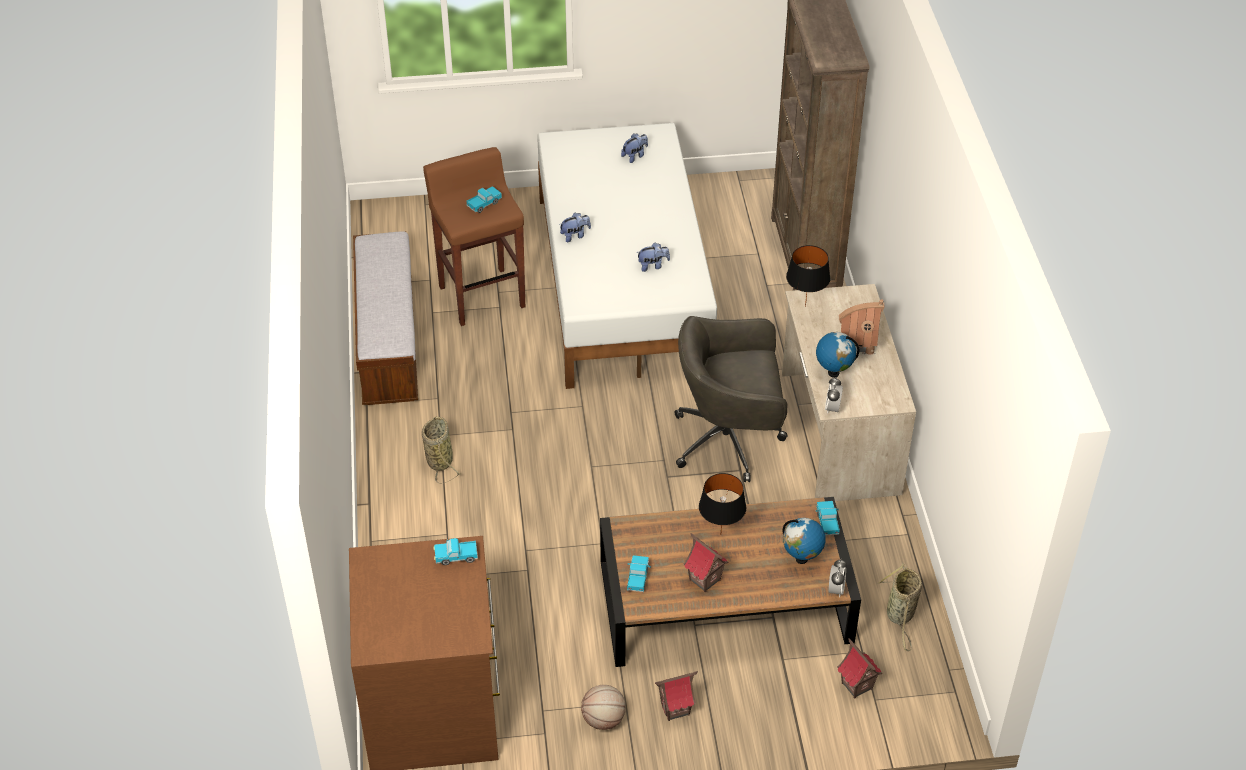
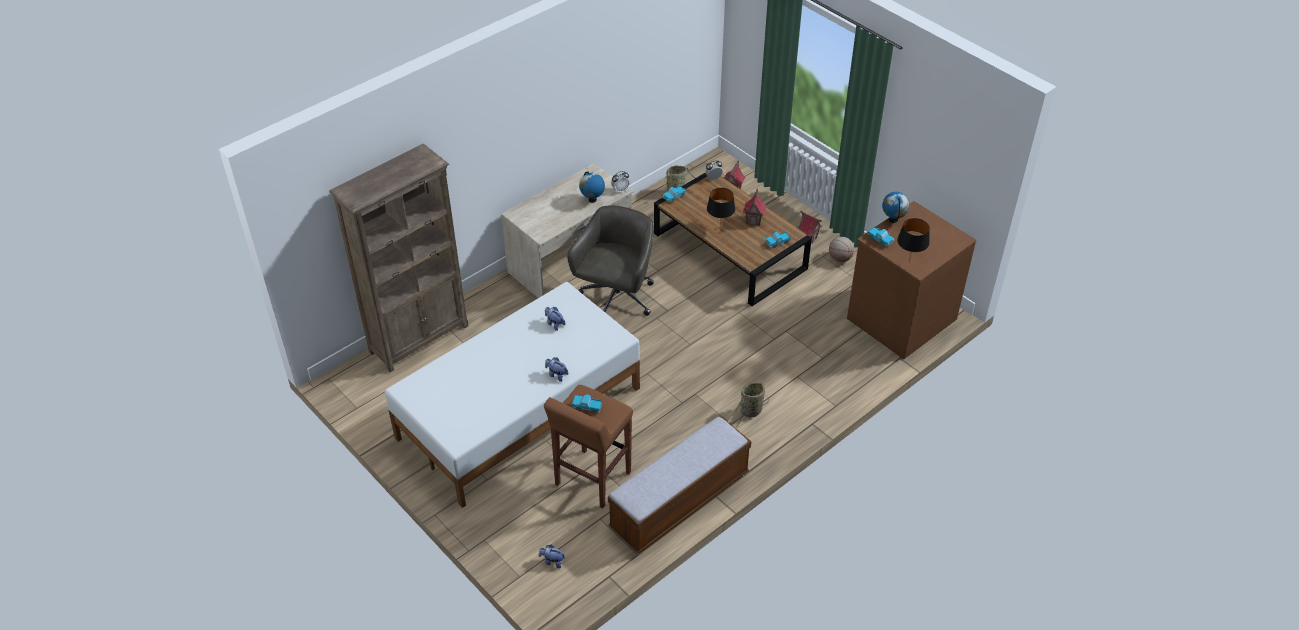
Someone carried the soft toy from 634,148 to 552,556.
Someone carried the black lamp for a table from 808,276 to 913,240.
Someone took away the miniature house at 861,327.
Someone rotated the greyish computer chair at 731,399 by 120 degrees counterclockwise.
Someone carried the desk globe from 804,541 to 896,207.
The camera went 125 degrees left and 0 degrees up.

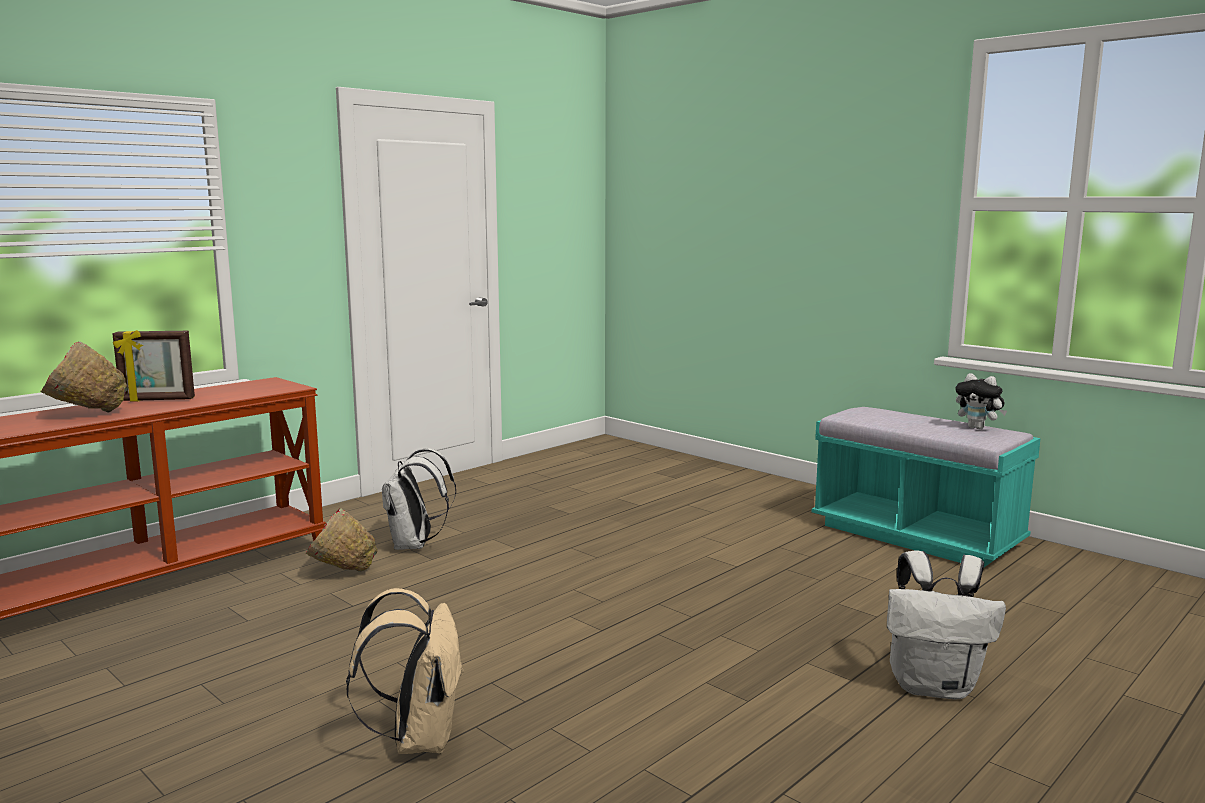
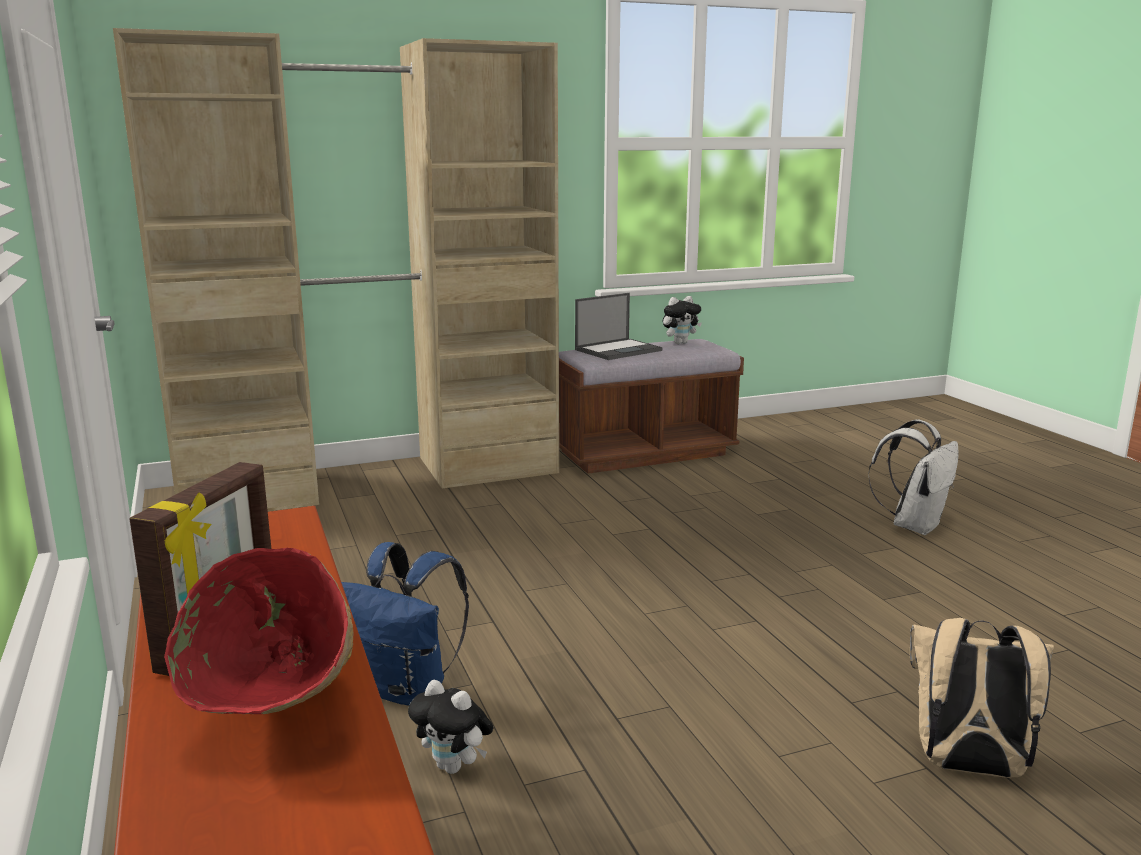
Someone repainted the turquoise-coloured bench at 926,487, which became the brown-coloured bench at 651,406.
Someone repainted the white backpack at 419,499, which became the blue backpack at 405,624.
Someone swapped the red deep dish at 342,540 for the soft toy at 450,727.
Someone put down the sand-coloured wardrobe at 336,269.
Someone put down the laptop at 618,326.
The camera went 65 degrees left and 5 degrees up.

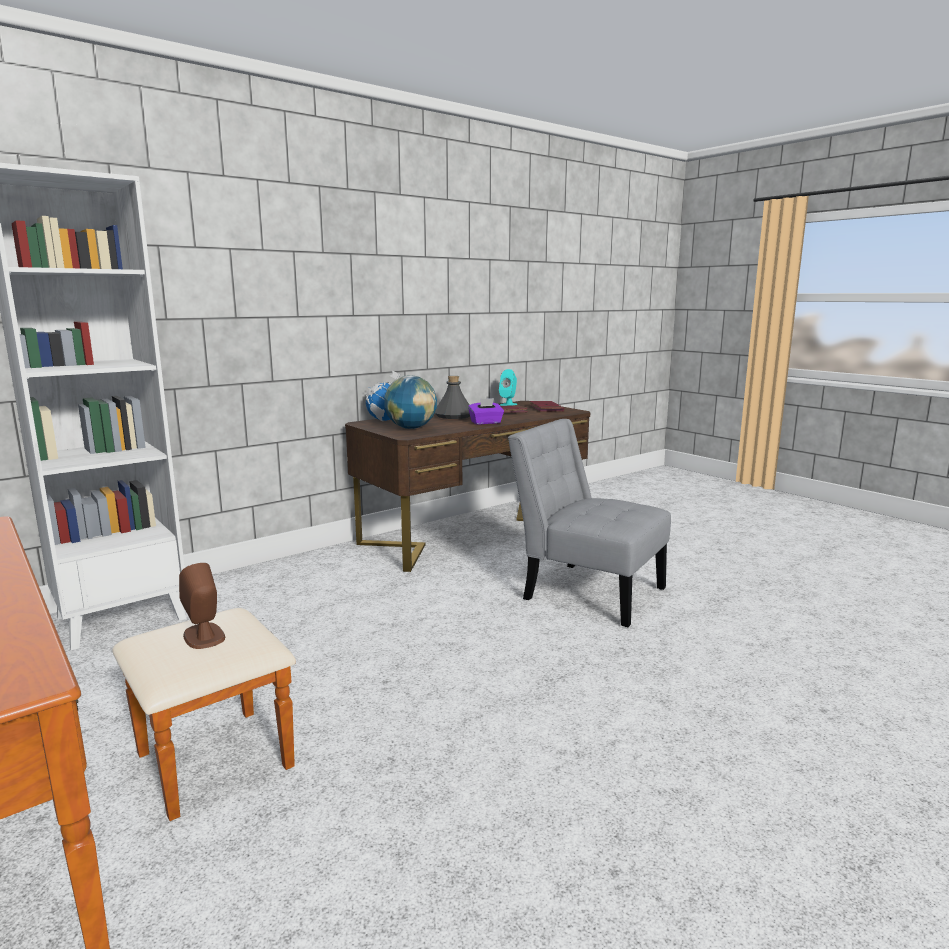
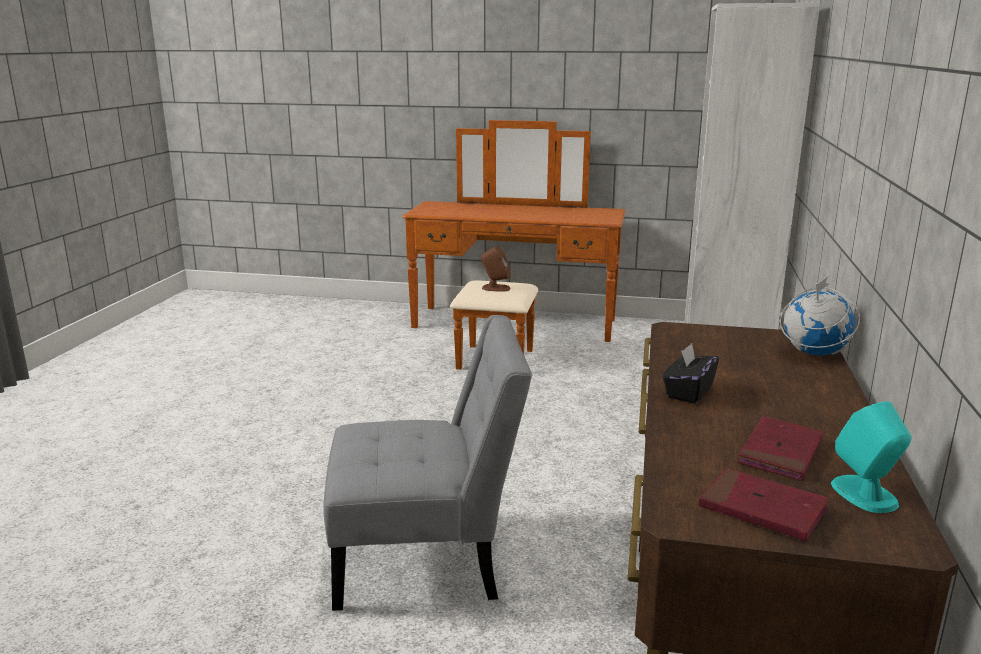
Someone took away the desk globe at 410,402.
Someone took away the greyish bottle at 452,397.
Someone repainted the purplish box of tissues at 486,411, which became the black box of tissues at 691,373.
The camera went 140 degrees right and 5 degrees up.

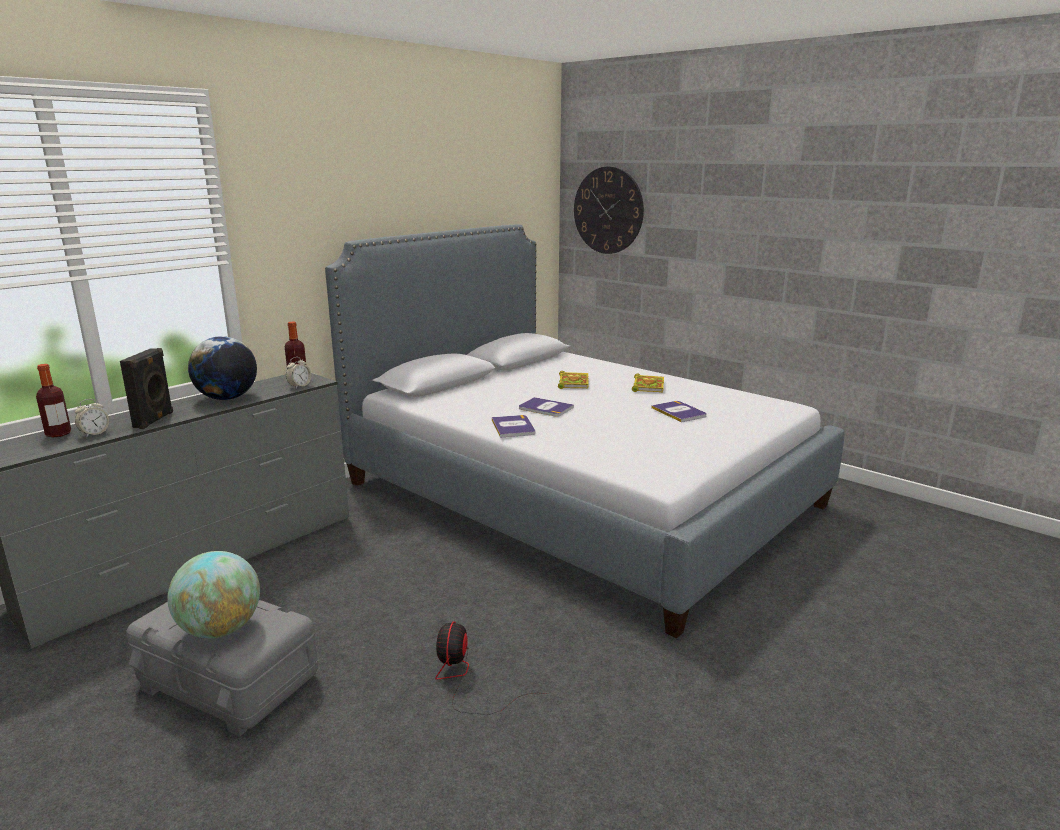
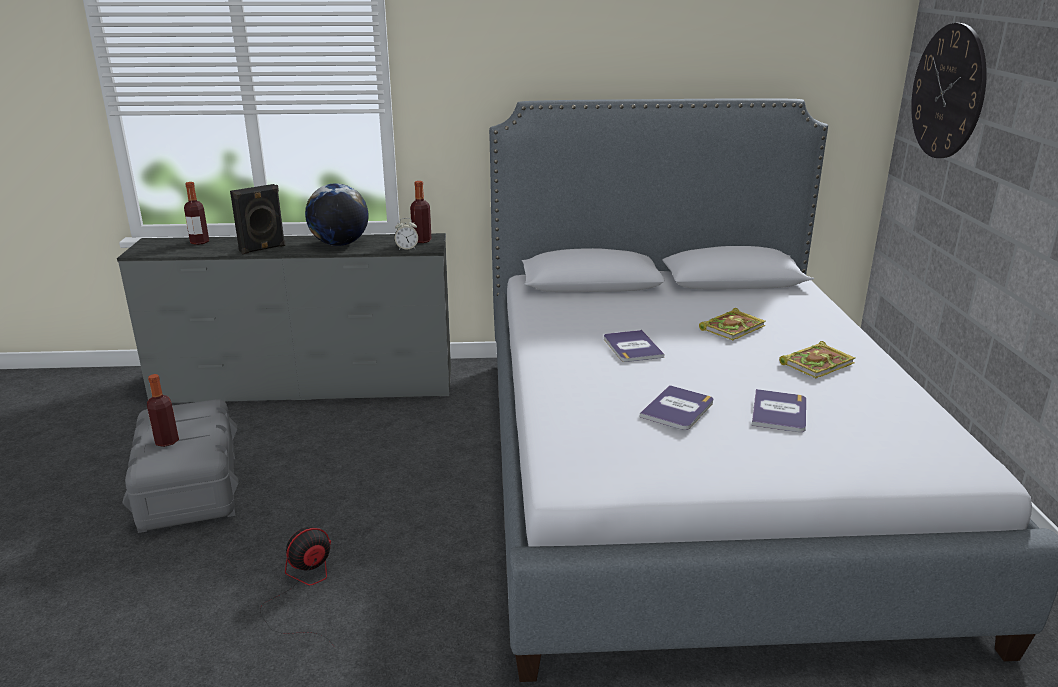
Someone took away the alarm clock at 92,418.
Someone carried the bound book from 513,426 to 676,407.
Someone swapped the desk globe at 214,594 for the bottle at 163,410.
The camera went 45 degrees right and 5 degrees up.

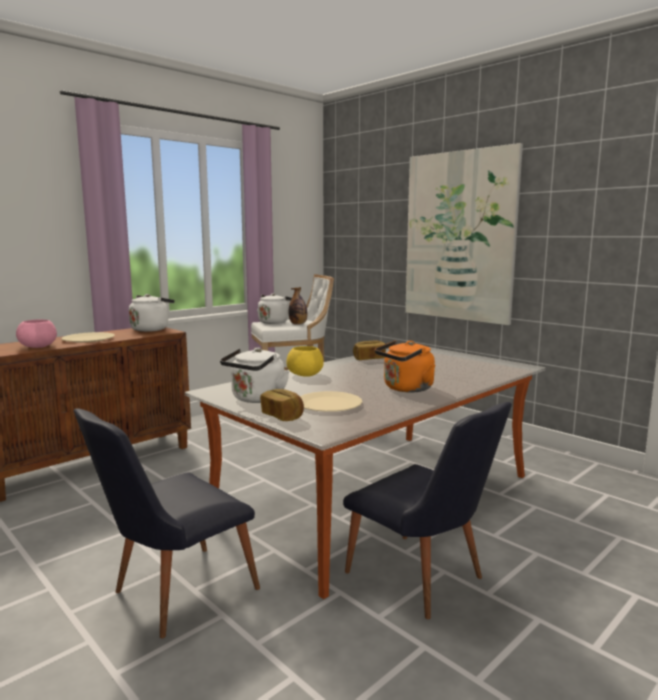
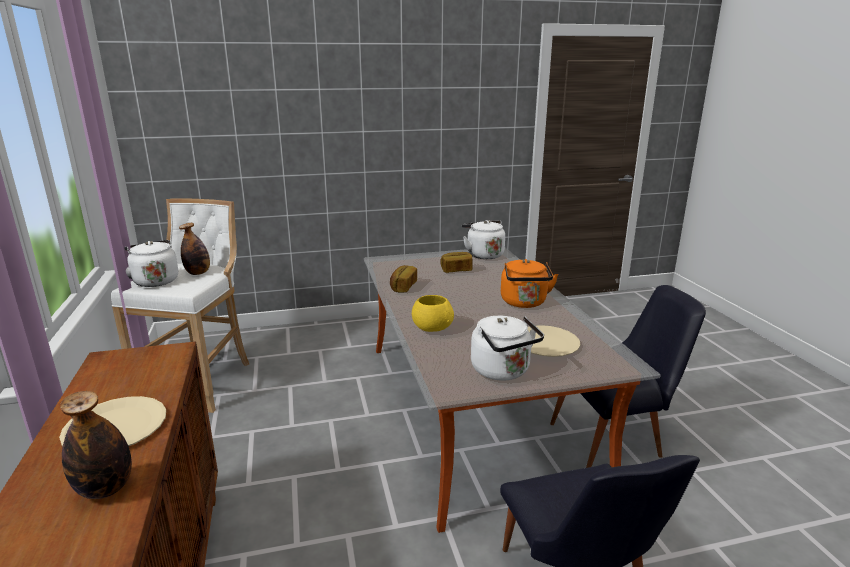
Someone took away the picture at 464,234.
Someone carried the white tea kettle from 152,313 to 483,239.
Someone swapped the pinkish deep dish at 36,333 for the bottle at 96,445.
Someone carried the bakery bread from 282,405 to 456,262.
The camera went 60 degrees left and 10 degrees up.

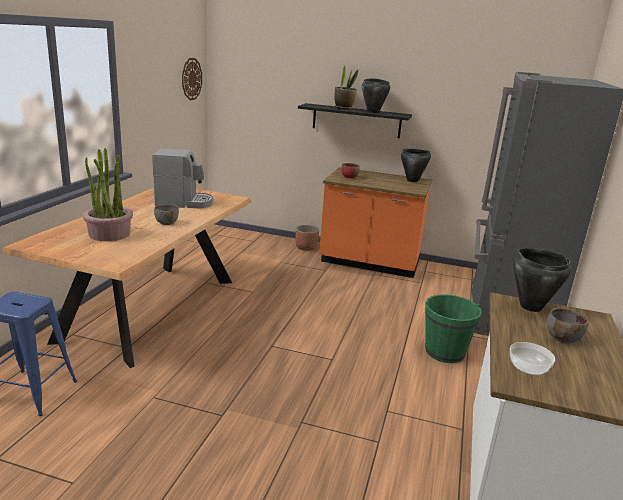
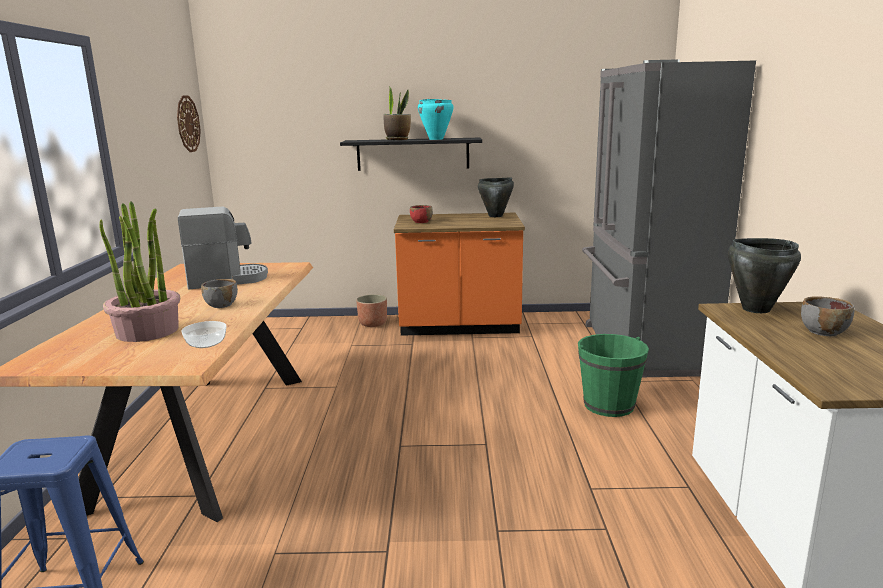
Someone repainted the black cooking pot at 376,95, which became the turquoise-coloured cooking pot at 435,119.
Someone carried the deep dish from 532,358 to 203,334.
The camera went 15 degrees left and 5 degrees down.

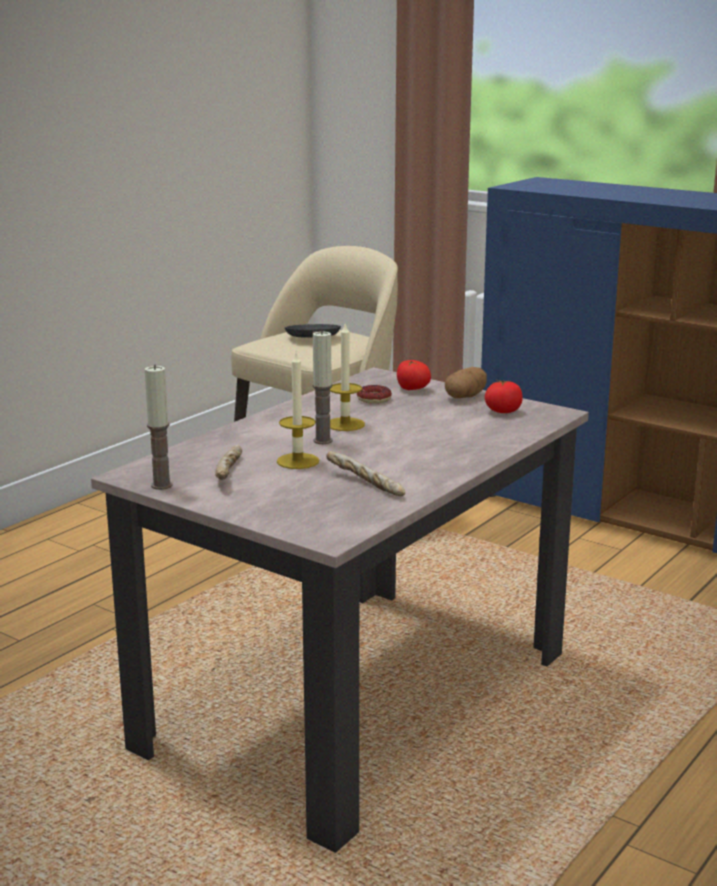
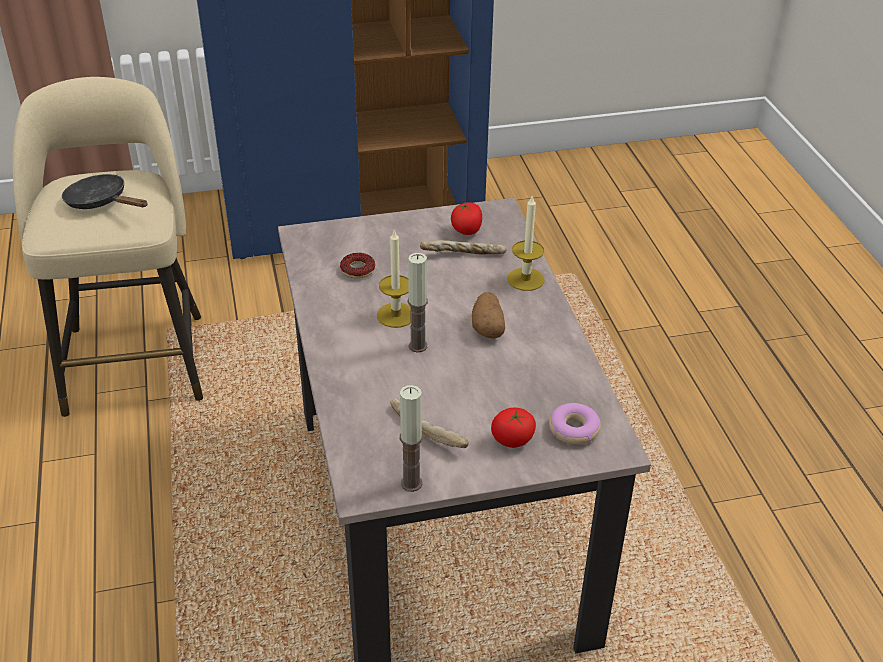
Someone carried the wax candle from 298,411 to 526,243.
Someone carried the whole tomato from 414,375 to 513,428.
Someone carried the spud from 466,382 to 488,315.
Someone carried the bakery bread from 365,473 to 463,247.
Someone put down the donut at 575,424.
The camera went 50 degrees left and 20 degrees up.

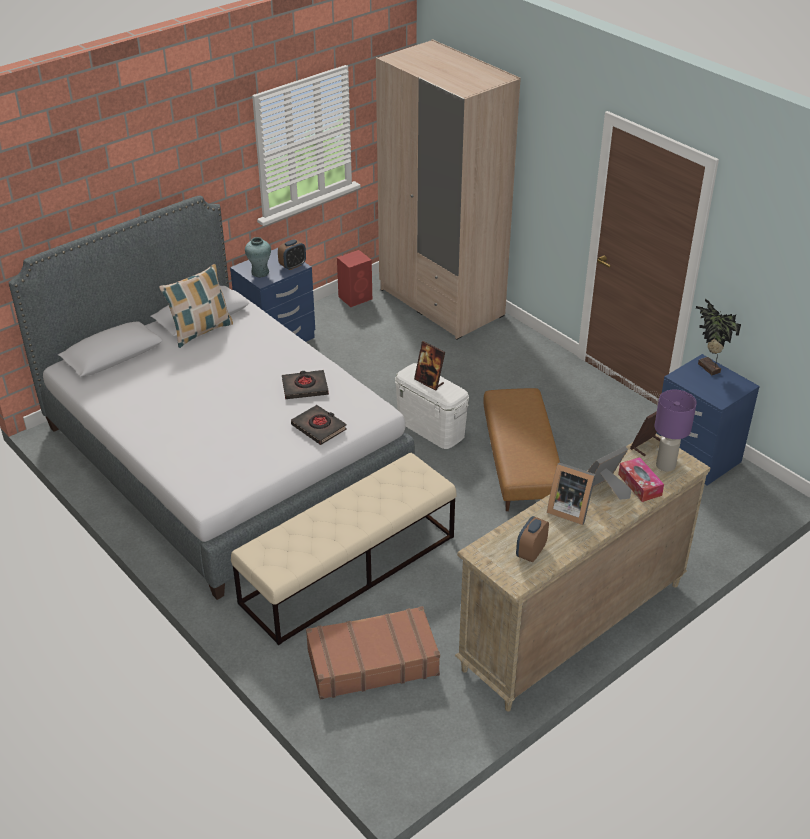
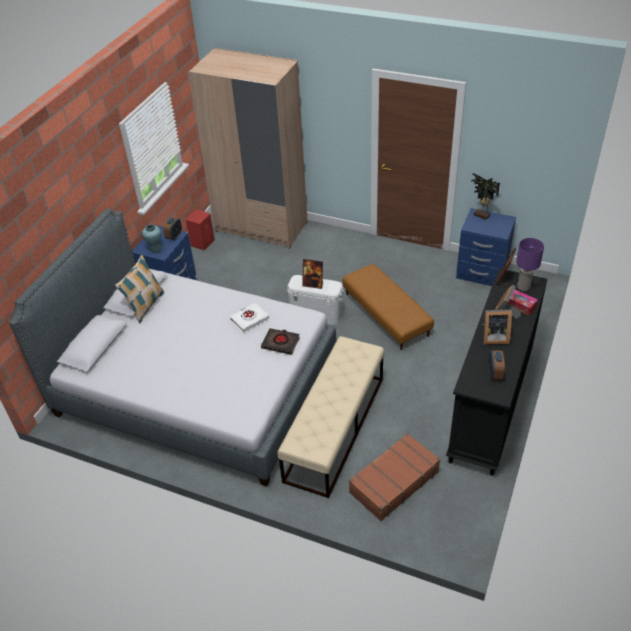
Someone repainted the black bound book at 305,384, which became the white bound book at 249,317.
Someone repainted the sand-coloured dresser at 582,573, which became the black dresser at 497,372.
The camera went 25 degrees left and 5 degrees up.

